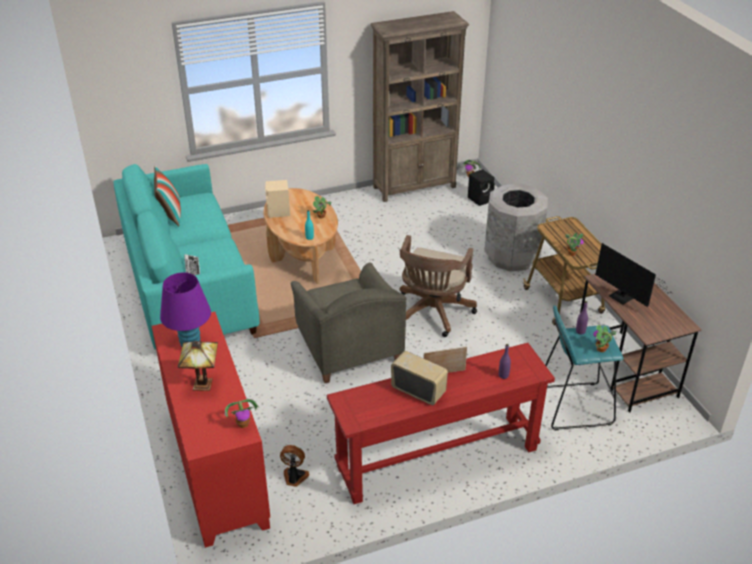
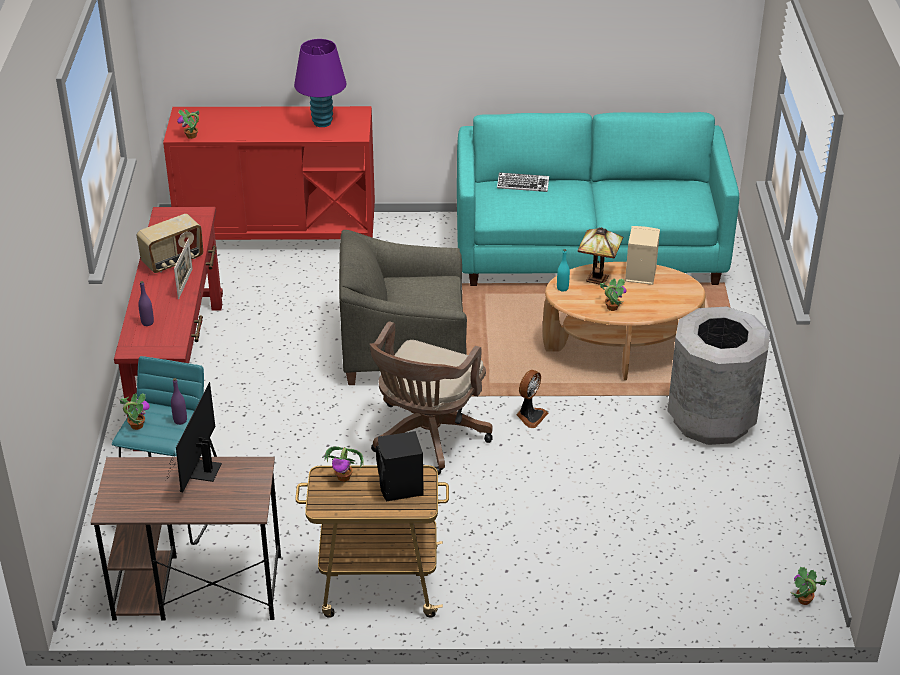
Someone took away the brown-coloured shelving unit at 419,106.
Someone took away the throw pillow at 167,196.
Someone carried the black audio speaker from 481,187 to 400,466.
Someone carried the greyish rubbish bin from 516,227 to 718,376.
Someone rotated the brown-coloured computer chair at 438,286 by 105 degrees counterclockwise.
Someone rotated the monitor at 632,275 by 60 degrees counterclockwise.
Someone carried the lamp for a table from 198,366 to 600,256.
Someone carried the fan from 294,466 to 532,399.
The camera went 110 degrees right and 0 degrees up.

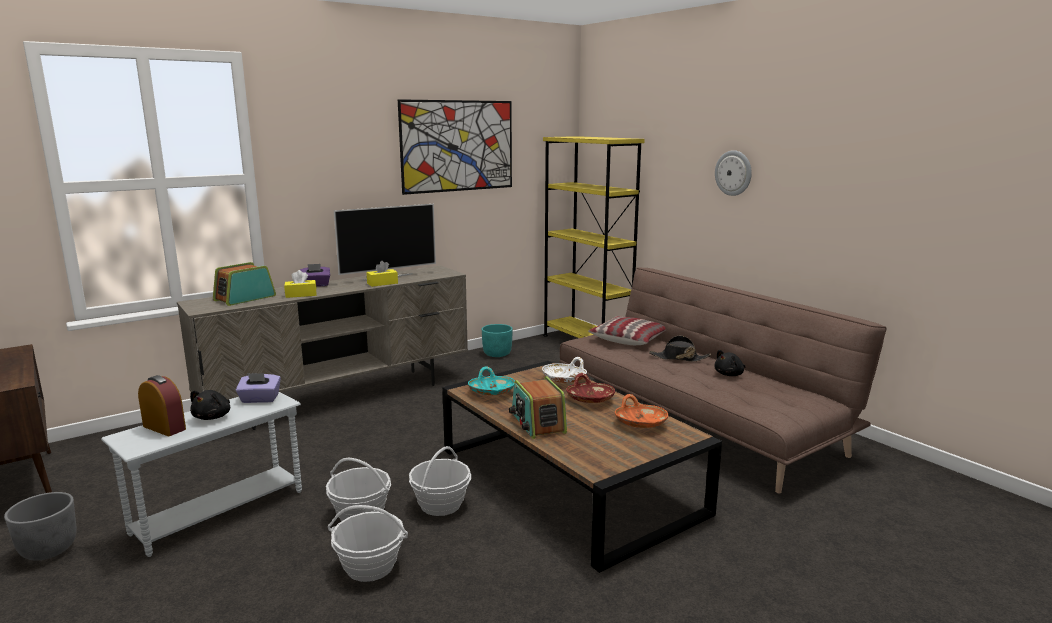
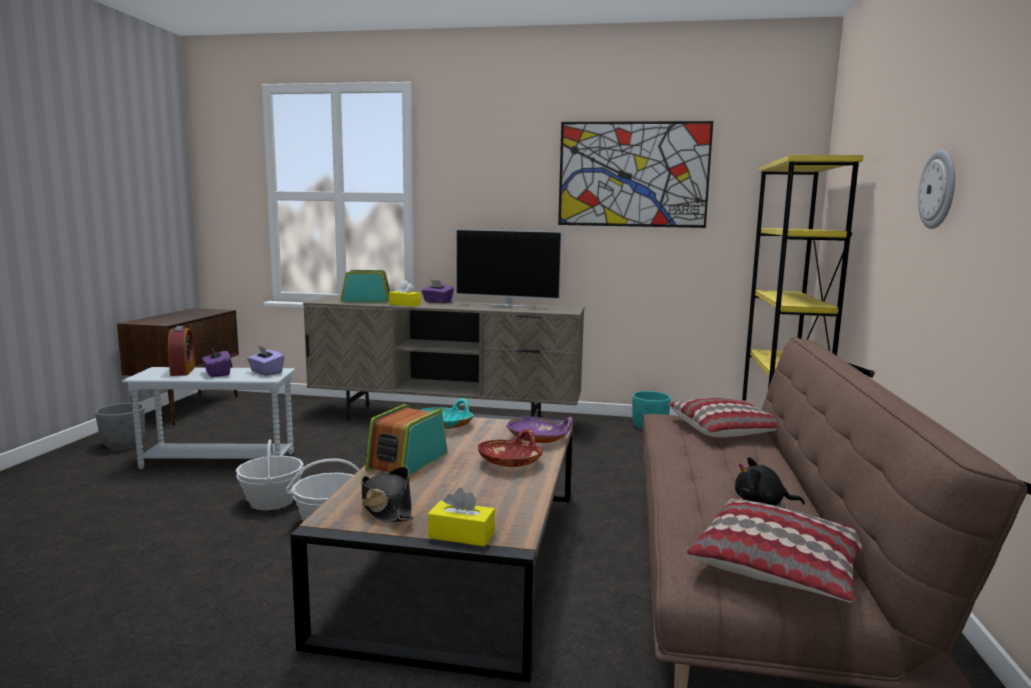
Someone carried the yellow box of tissues from 382,274 to 461,517.
Someone carried the black clothing hat from 680,349 to 387,494.
Someone repainted the white deep dish at 564,370, which became the purplish deep dish at 540,430.
Someone swapped the black soft toy at 210,405 for the purplish box of tissues at 216,363.
Someone took away the orangey deep dish at 641,411.
Someone took away the household basket at 368,543.
Someone put down the throw pillow at 774,550.
The camera went 45 degrees right and 5 degrees down.

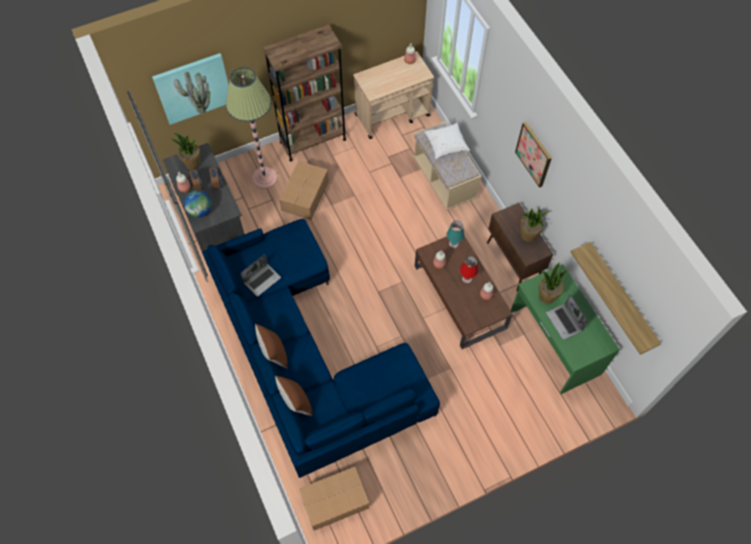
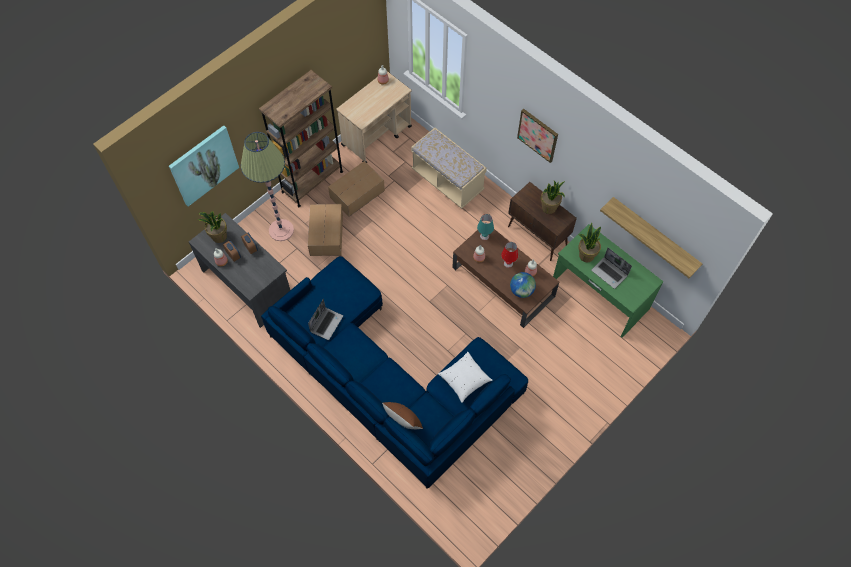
Someone carried the white throw pillow from 447,141 to 465,377.
Someone carried the desk globe from 198,204 to 523,285.
Someone took away the brown-coloured throw pillow at 271,346.
Someone carried the cardboard box from 334,498 to 356,189.
The camera went 20 degrees left and 0 degrees up.

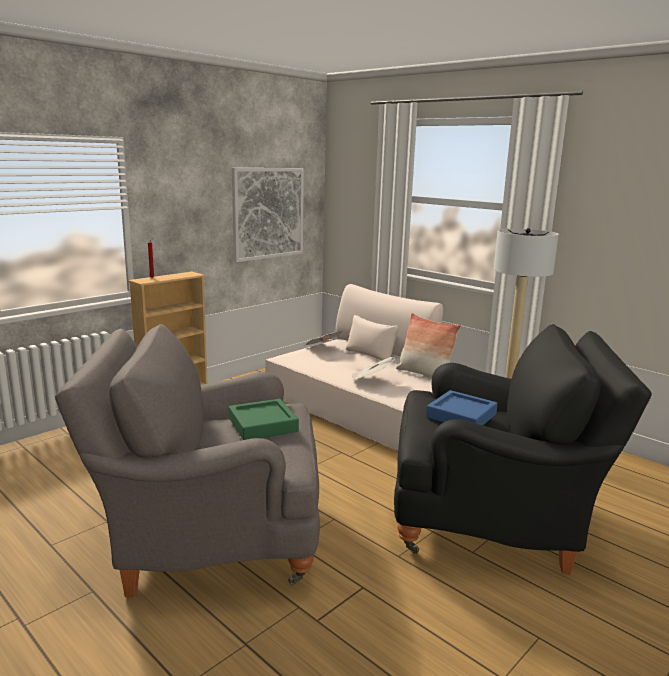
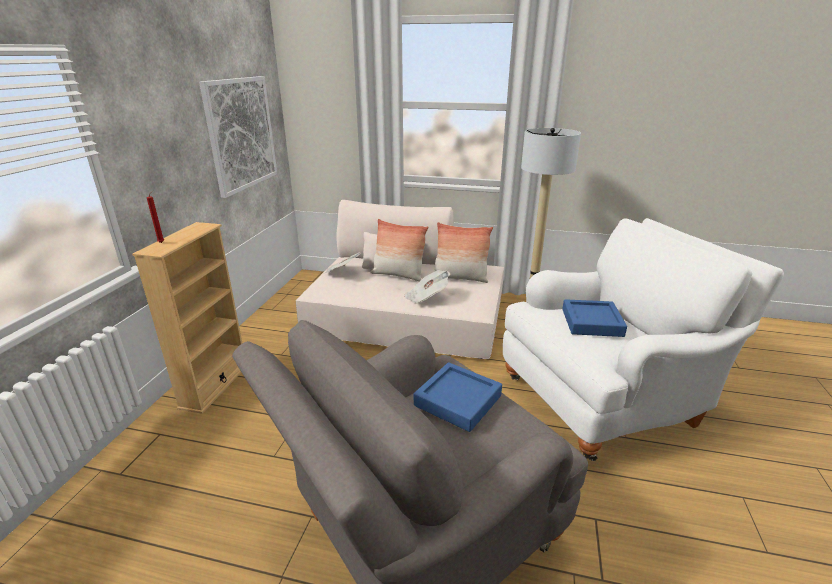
Someone repainted the black armchair at 523,449, which became the white armchair at 643,339.
Someone repainted the greenish tray at 264,419, which became the blue tray at 458,397.
Someone put down the throw pillow at 400,250.
The camera went 30 degrees left and 10 degrees up.

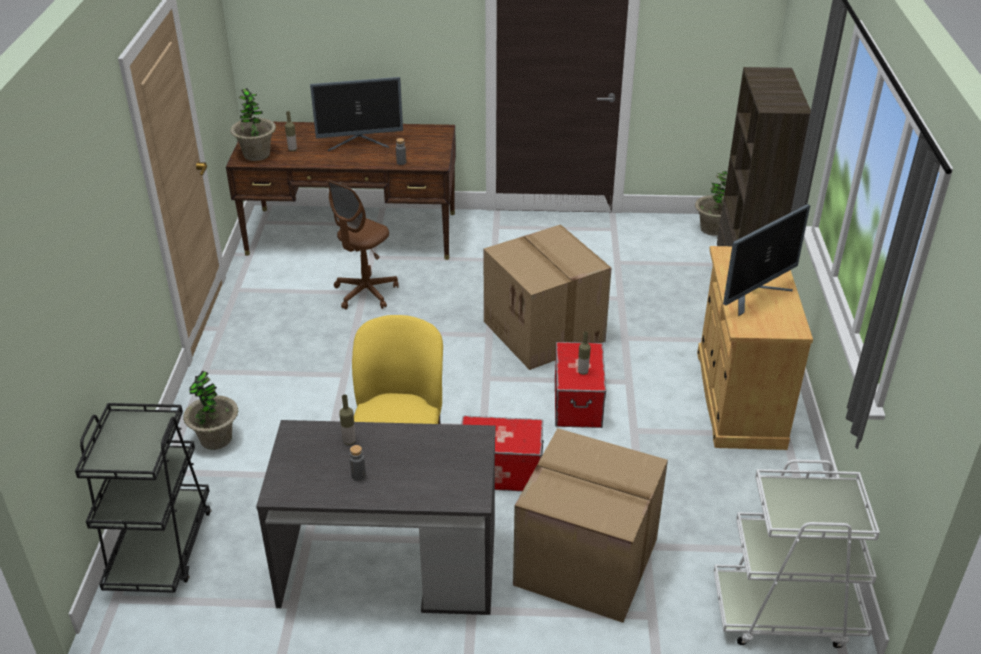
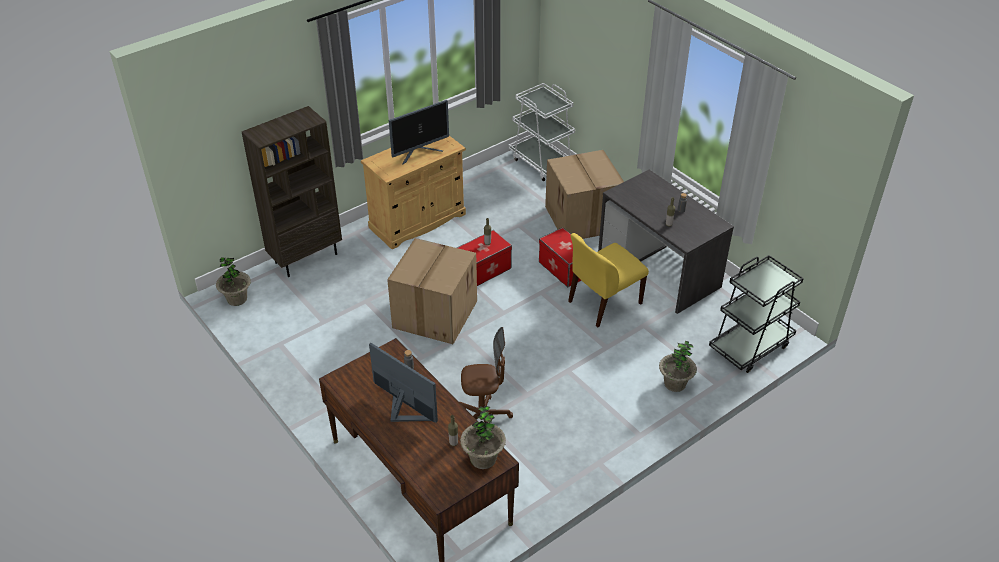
Someone rotated the monitor at 766,260 by 135 degrees clockwise.
The camera went 130 degrees left and 5 degrees up.

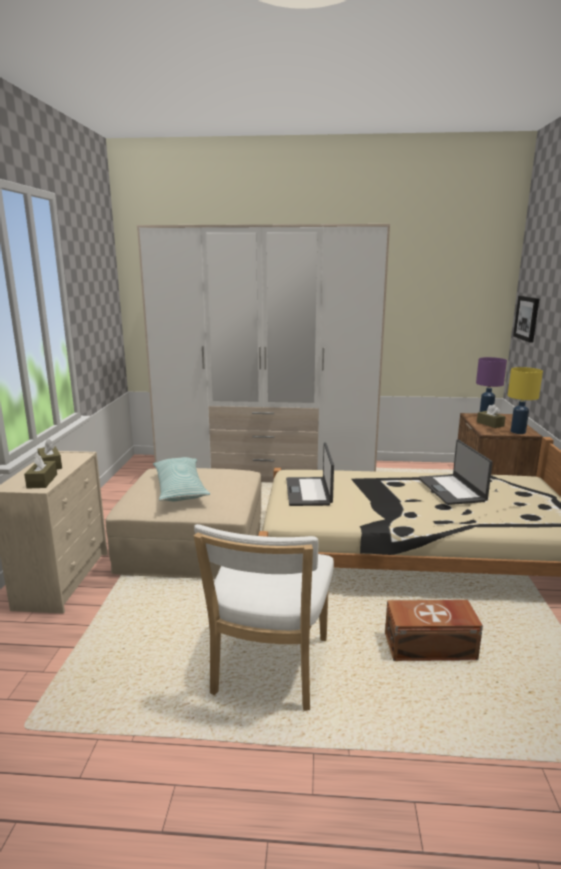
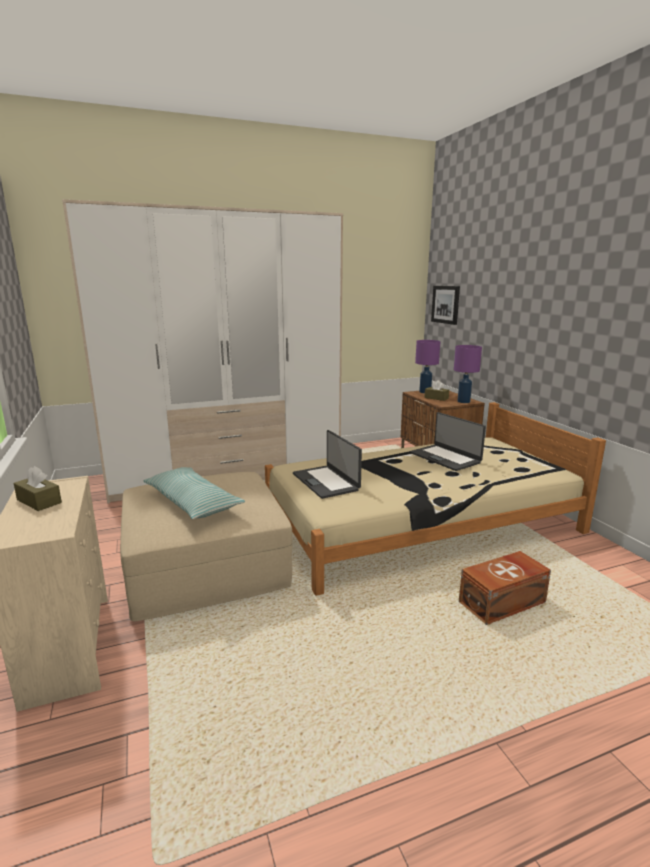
Someone repainted the yellow lamp for a table at 525,400, which became the purplish lamp for a table at 468,374.
Someone took away the brown-coloured box of tissues at 40,471.
Someone took away the white plain chair at 264,617.
The camera went 25 degrees left and 0 degrees up.

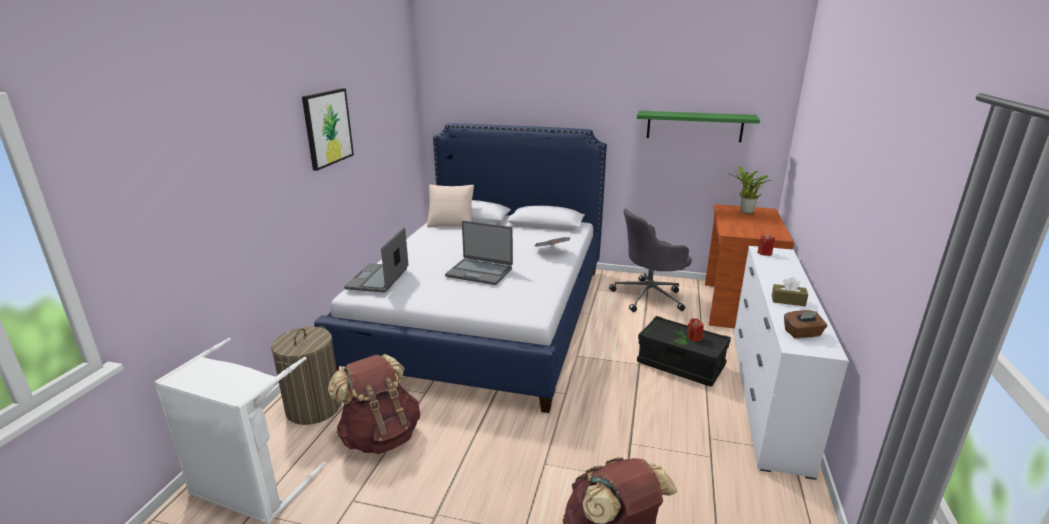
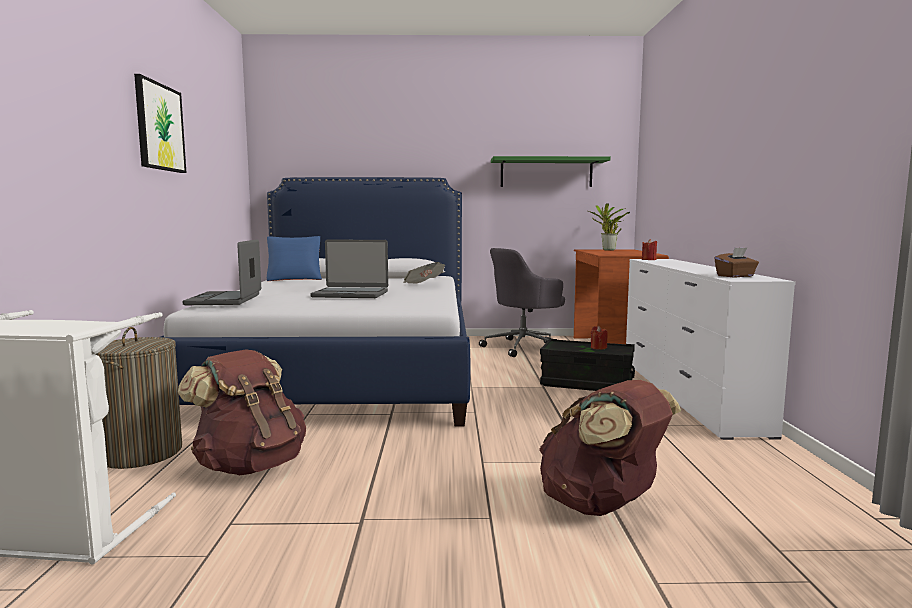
Someone repainted the sand-coloured throw pillow at 450,206, which became the blue throw pillow at 294,258.
Someone took away the brown-coloured box of tissues at 790,291.
The camera went 15 degrees left and 15 degrees down.

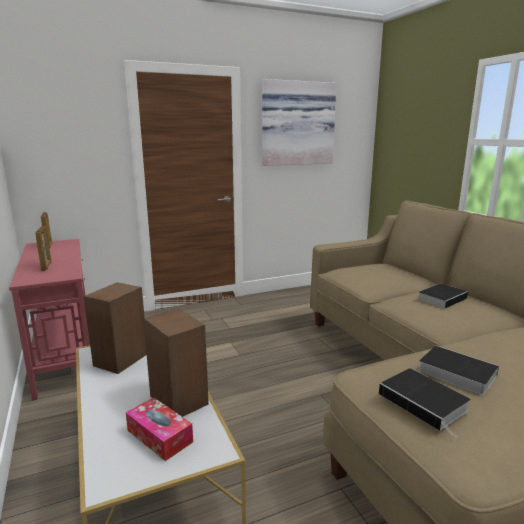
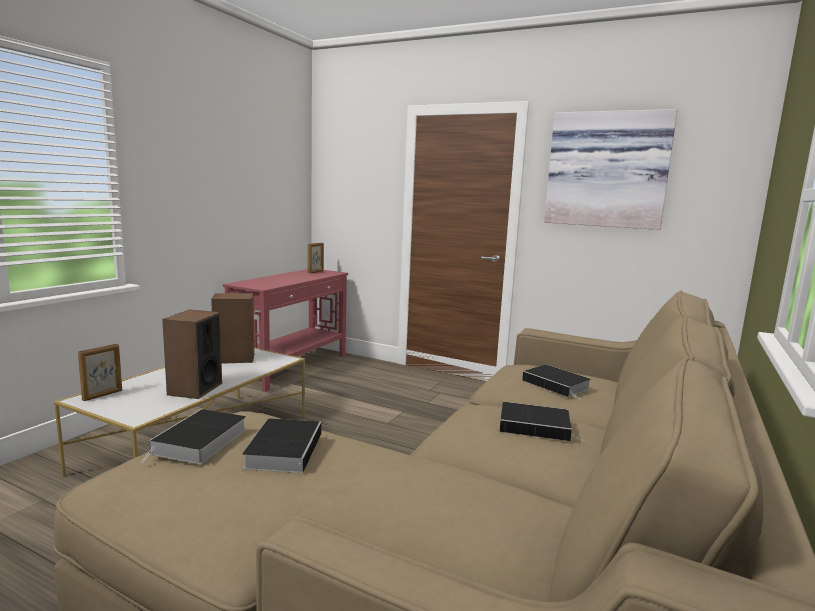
Someone carried the standing frame from 43,248 to 100,372.
Someone took away the box of tissues at 159,429.
Someone put down the bound book at 556,382.
The camera went 50 degrees right and 5 degrees down.

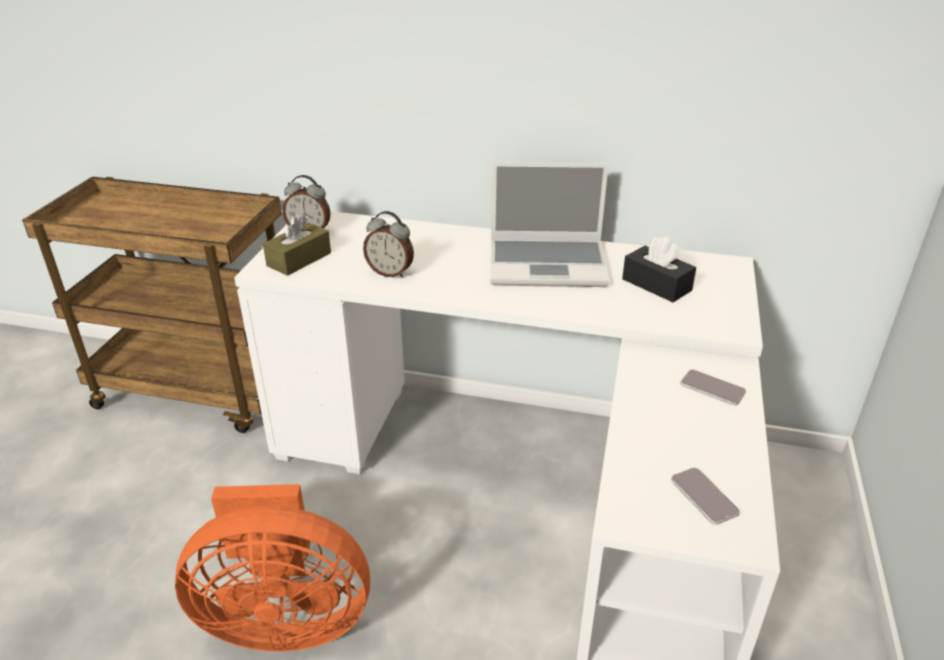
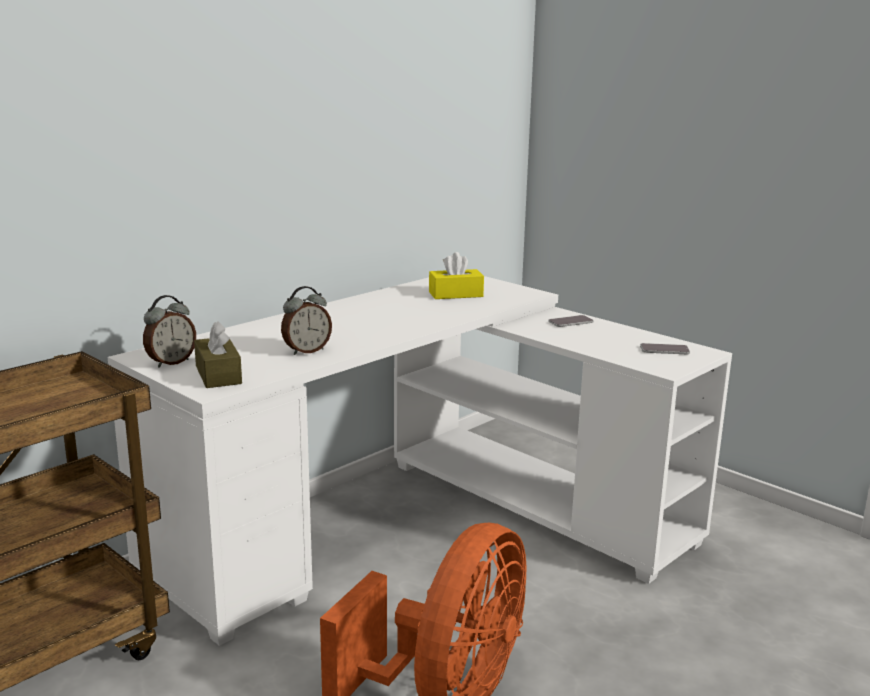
Someone took away the laptop at 550,224.
Someone repainted the black box of tissues at 659,269, which became the yellow box of tissues at 456,275.
The camera went 60 degrees left and 15 degrees down.

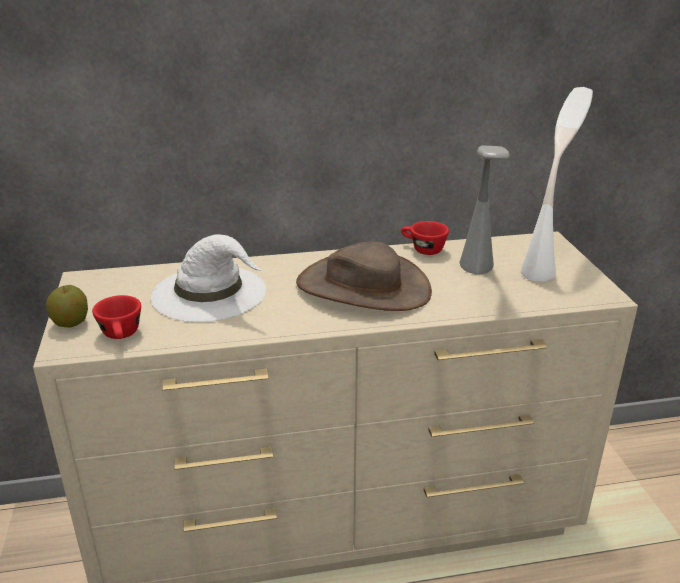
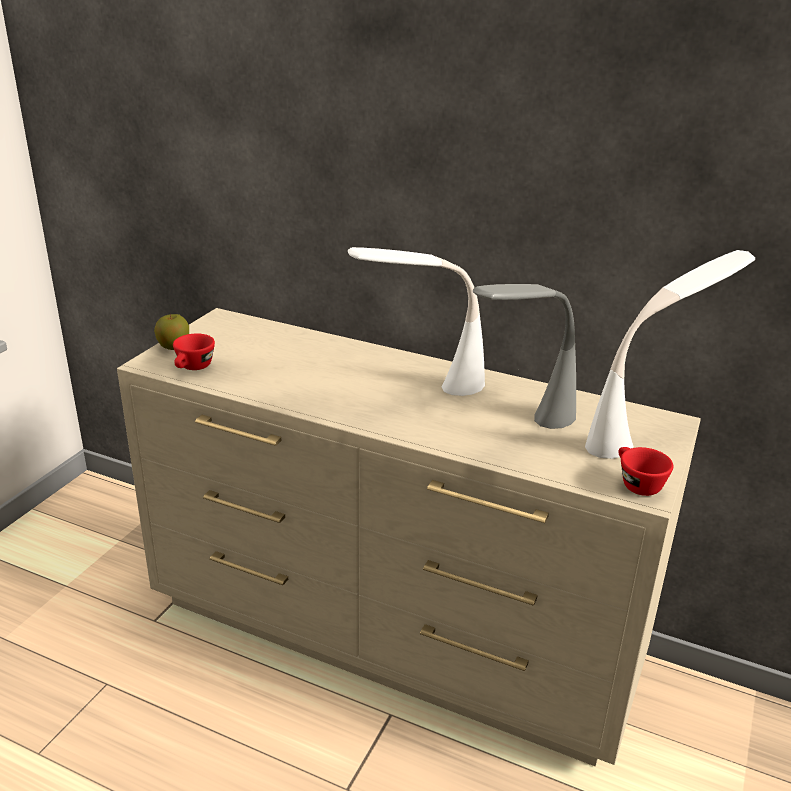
Someone carried the red small cup from 425,238 to 645,471.
Someone took away the white clothing hat at 208,278.
Someone swapped the brown-coloured clothing hat at 364,276 for the white lamp for a table at 416,321.
The camera went 35 degrees right and 0 degrees up.

